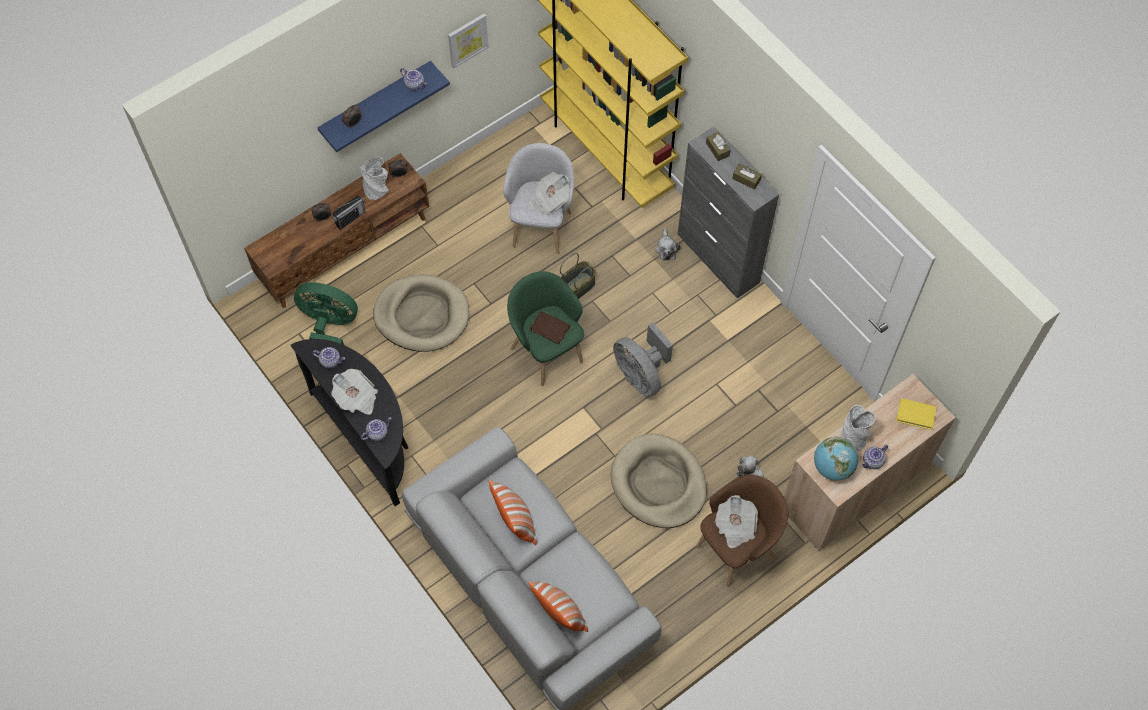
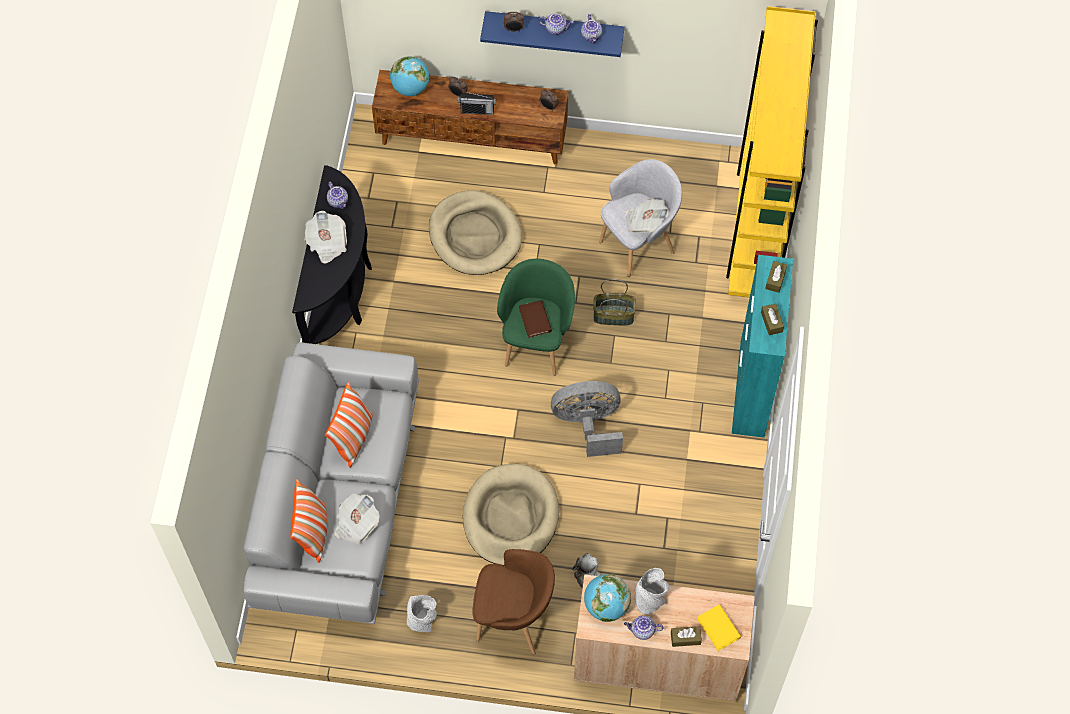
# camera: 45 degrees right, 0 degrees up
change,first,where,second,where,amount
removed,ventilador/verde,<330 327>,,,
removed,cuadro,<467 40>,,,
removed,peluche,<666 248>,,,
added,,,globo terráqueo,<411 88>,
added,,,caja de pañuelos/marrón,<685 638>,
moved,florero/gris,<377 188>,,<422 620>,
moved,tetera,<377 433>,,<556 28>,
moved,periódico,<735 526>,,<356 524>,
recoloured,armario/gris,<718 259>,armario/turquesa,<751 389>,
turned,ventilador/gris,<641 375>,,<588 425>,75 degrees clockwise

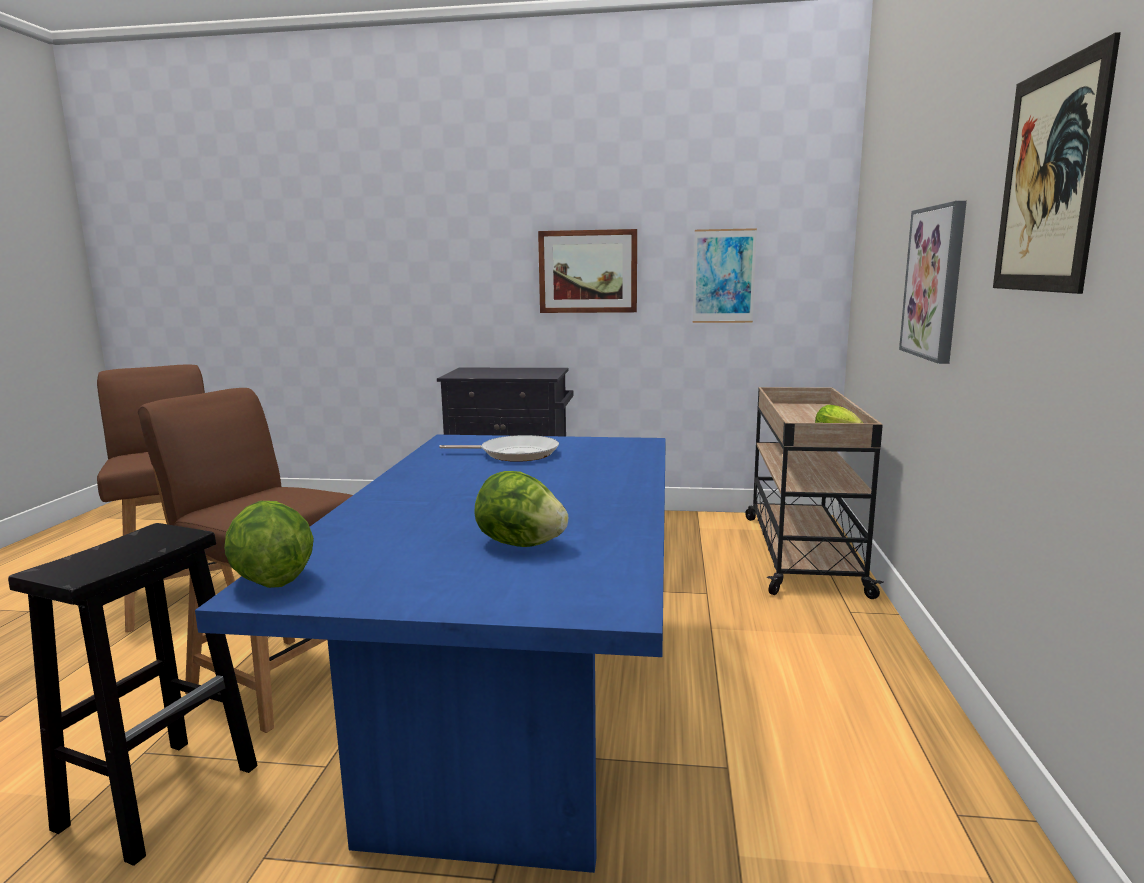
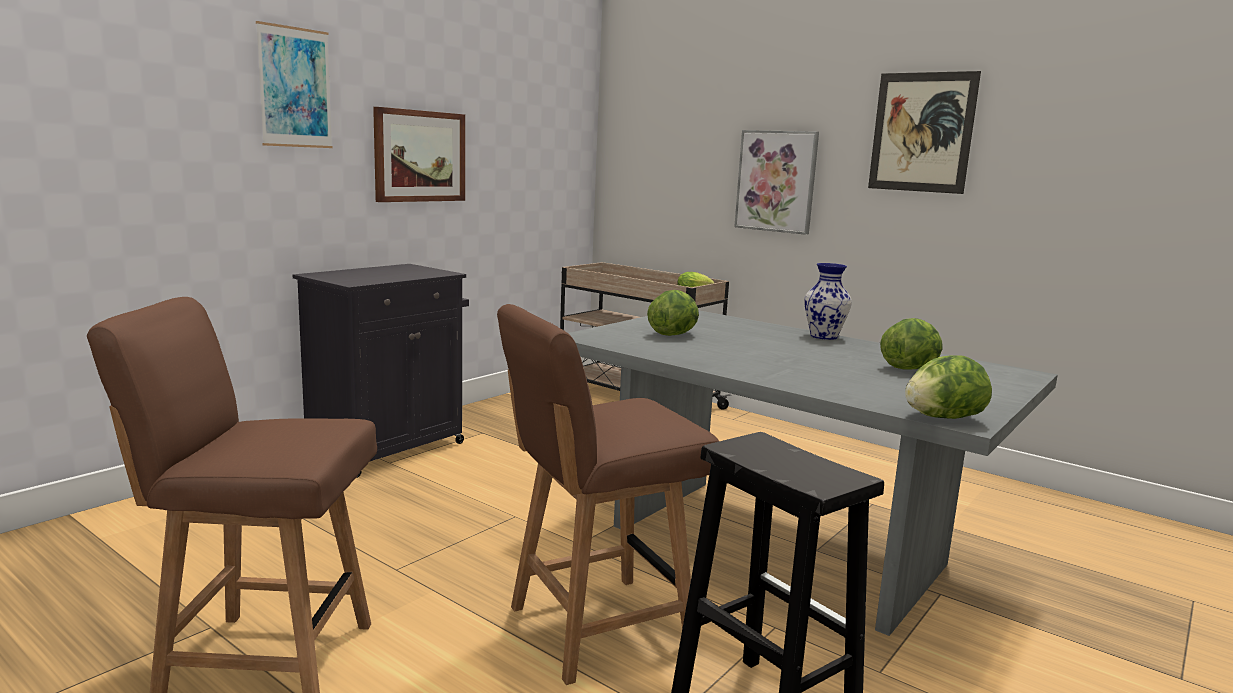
# camera: 60 degrees left, 0 degrees up
change,first,where,second,where,amount
added,,,florero,<824 336>,
moved,cuadro,<723 276>,,<295 87>,
replaced,sartén,<514 454>,lechuga,<673 334>,
recoloured,mesa de comedor/azul,<513 722>,mesa de comedor/gris,<773 545>,

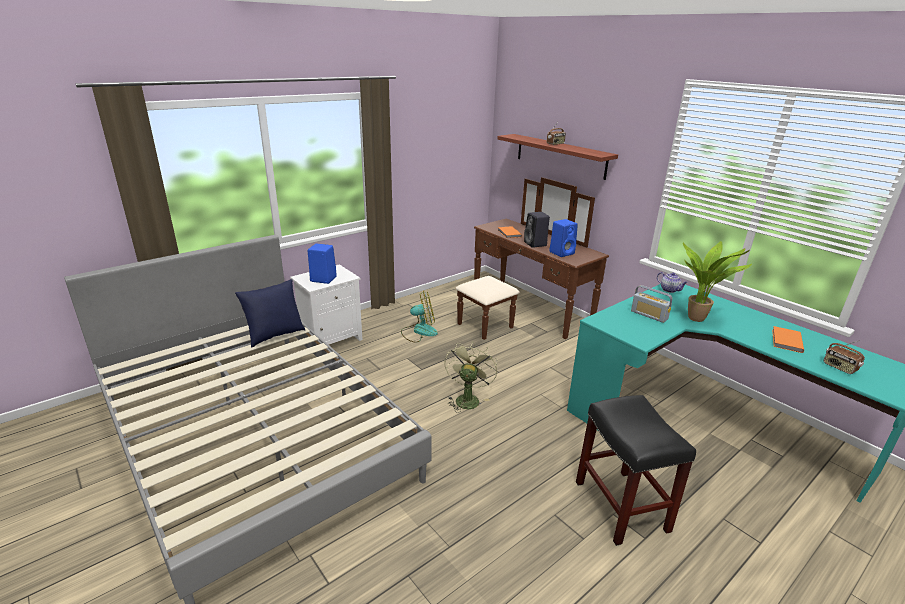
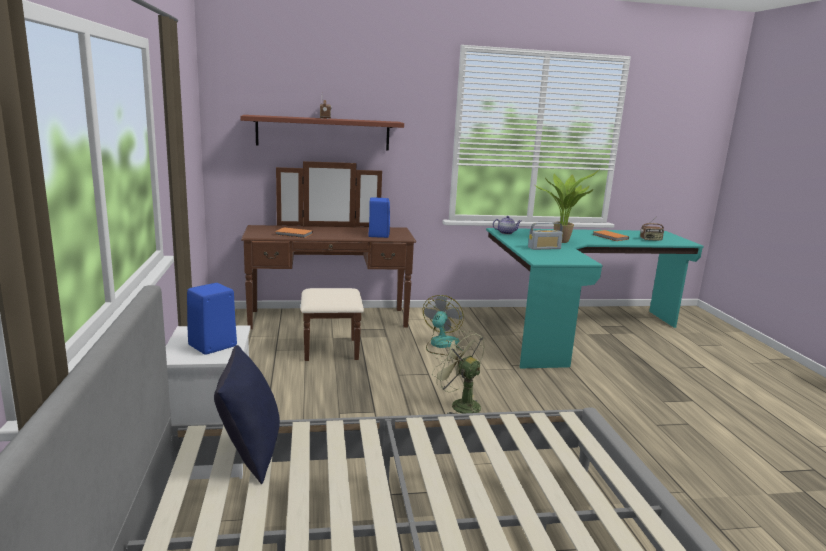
# camera: 60 degrees left, 10 degrees down
change,first,where,second,where,amount
removed,altavoz/negro,<535 244>,,,
removed,taburete/negro,<620 505>,,,
moved,ventilador,<419 331>,,<442 345>,

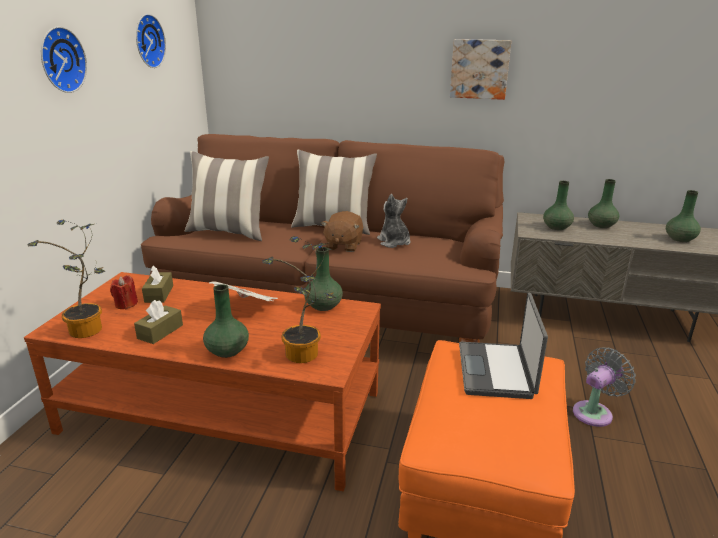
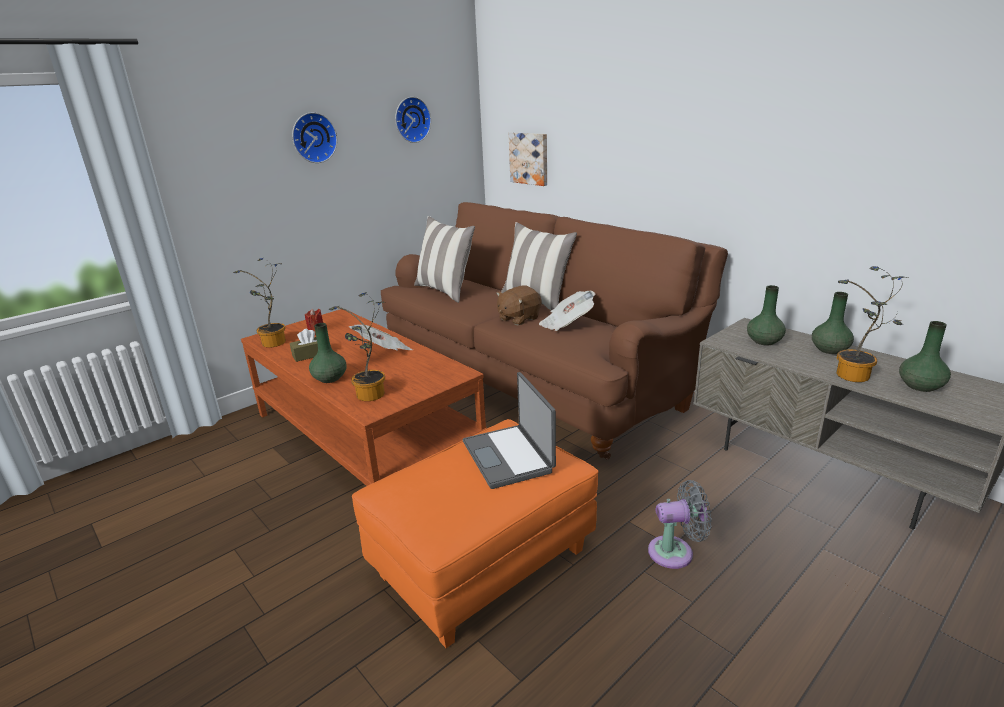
# camera: 35 degrees right, 0 degrees up
change,first,where,second,where,amount
removed,caja de pañuelos/marrón,<159 294>,,,
removed,florero/verde,<324 306>,,,
added,,,planta en maceta,<855 378>,
moved,cuadro,<479 69>,,<529 158>,
replaced,peluche,<394 242>,periódico,<566 324>,
turned,portátil,<497 371>,,<509 456>,60 degrees counterclockwise

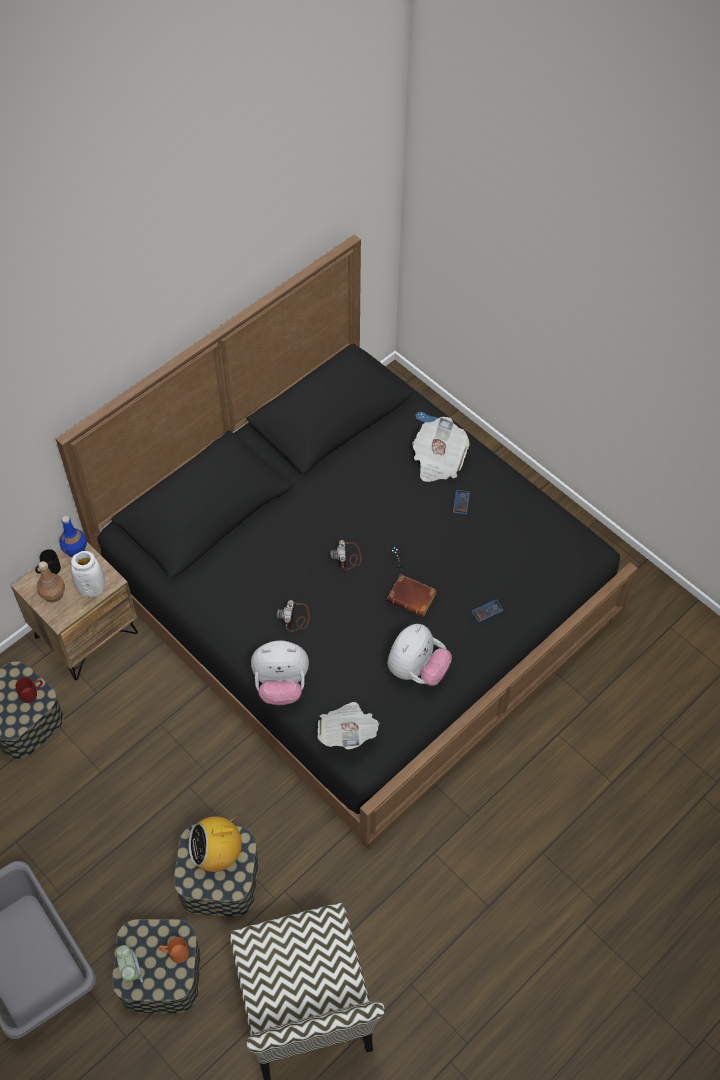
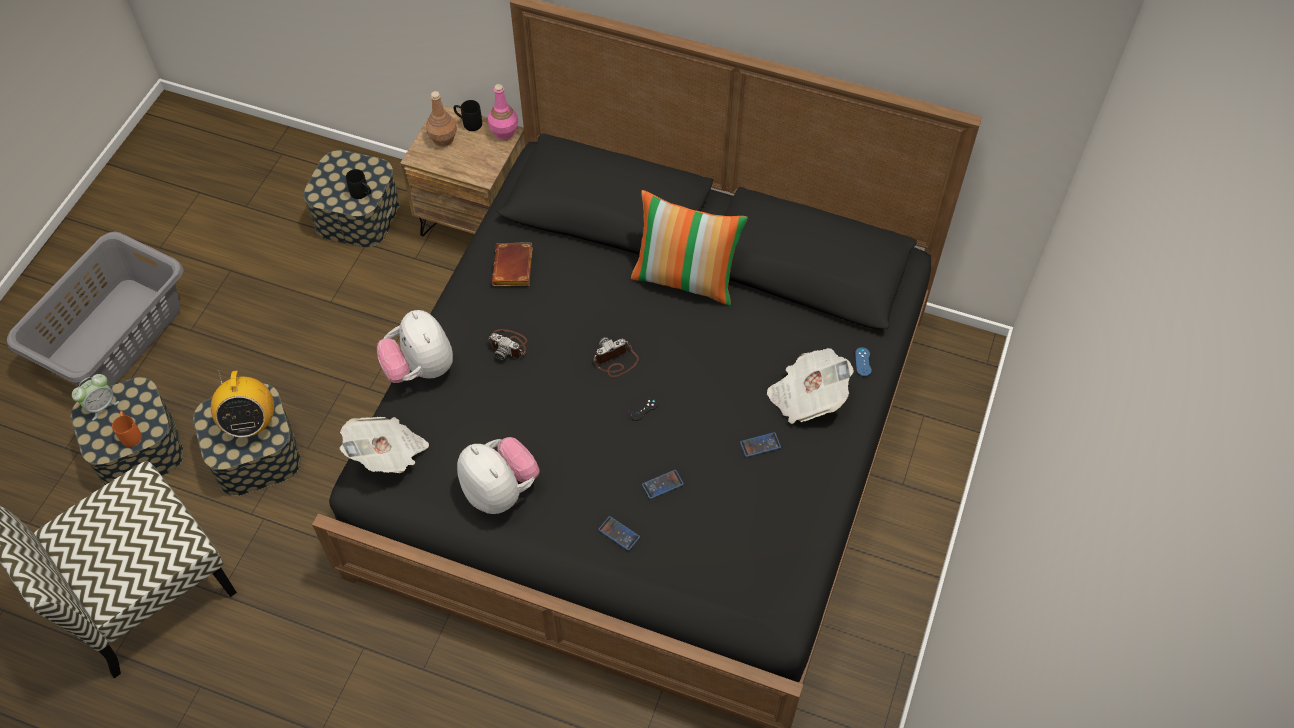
# camera: 65 degrees right, 0 degrees up
change,first,where,second,where,amount
removed,florero/blanco,<91 589>,,,
added,,,cojín,<686 279>,
added,,,móvil,<662 484>,
moved,libro/marrón,<413 597>,,<514 269>,
recoloured,taza grande/rojo,<32 693>,taza grande/negro,<362 194>,
recoloured,botella/azul,<75 550>,botella/rosa,<504 132>,
turned,radio,<217 854>,,<250 423>,150 degrees counterclockwise
turned,cámara,<295 618>,,<509 345>,135 degrees counterclockwise
turned,peluche,<417 670>,,<500 490>,135 degrees counterclockwise

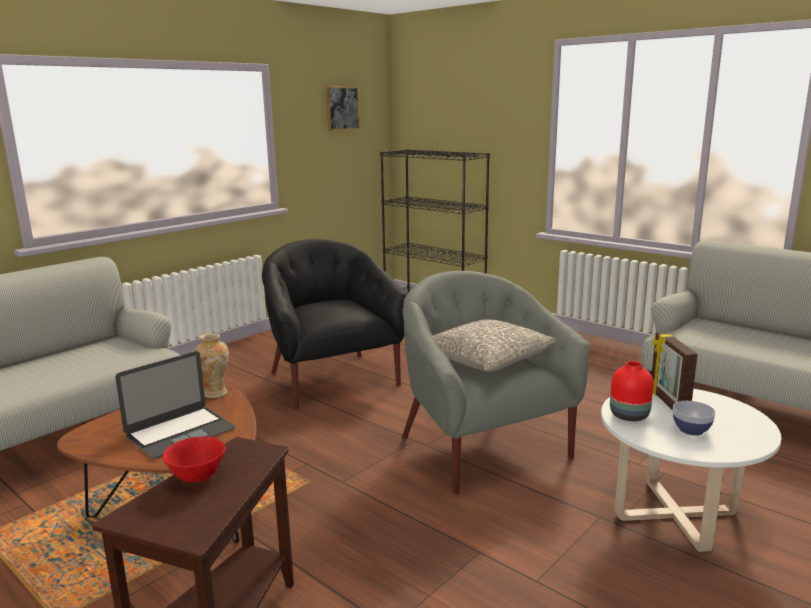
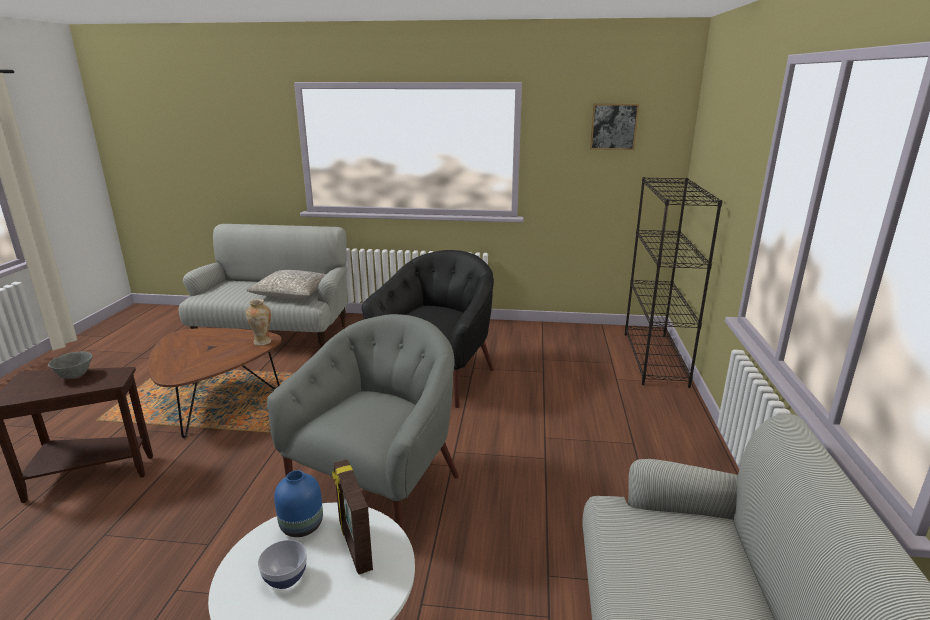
# camera: 55 degrees right, 5 degrees up
change,first,where,second,where,amount
removed,portátil,<180 432>,,,
moved,cojín/gris,<486 359>,,<293 293>,
recoloured,cuenco/rojo,<197 477>,cuenco/gris,<75 375>,
recoloured,florero/rojo,<629 416>,florero/azul,<300 526>,
turned,portarretratos,<667 402>,,<354 546>,75 degrees counterclockwise

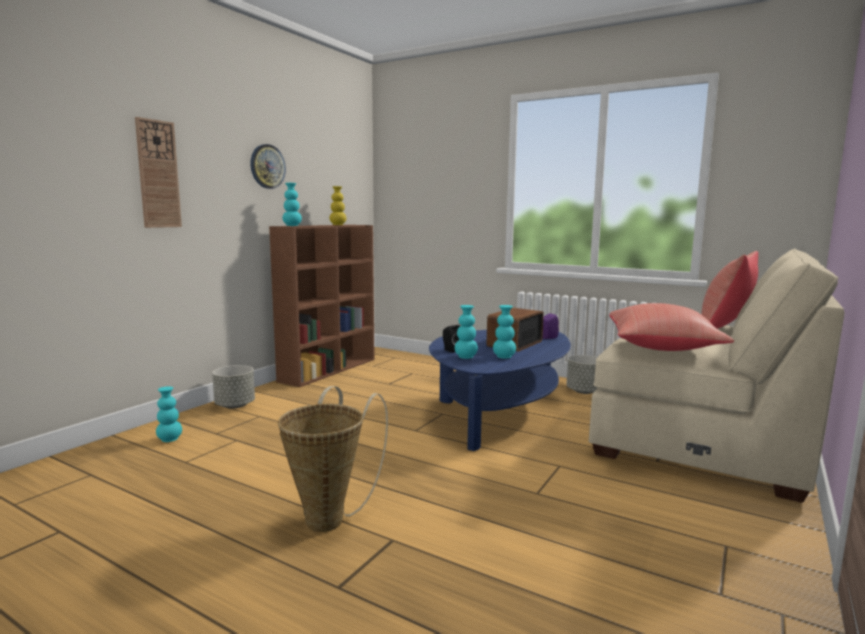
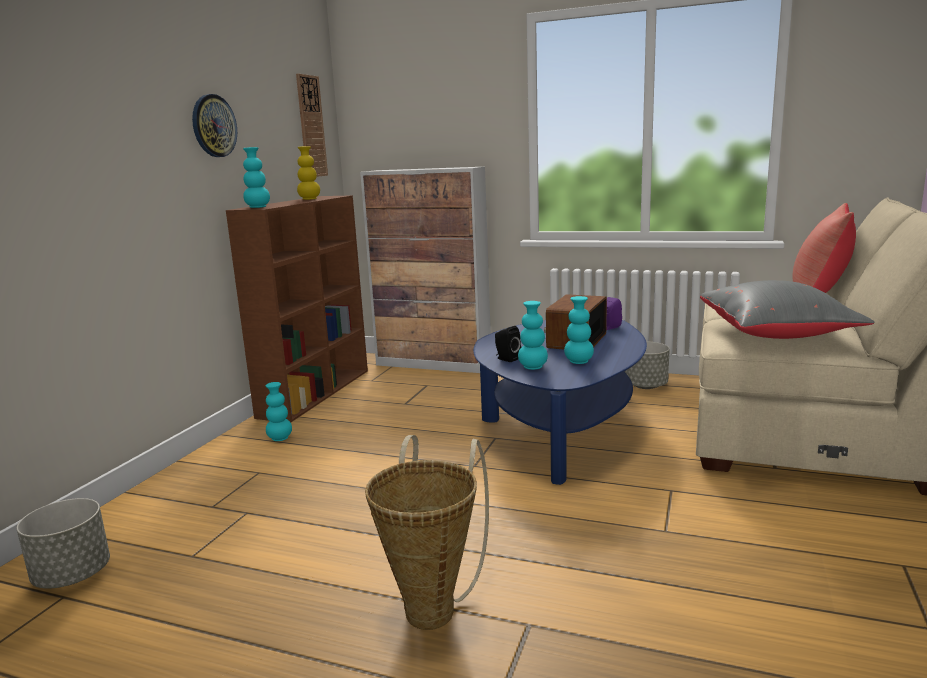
# camera: 10 degrees left, 5 degrees up
change,first,where,second,where,amount
added,,,armario,<434 364>,
moved,reloj de pared,<158 174>,,<311 126>,
moved,florero/turquesa,<170 439>,,<280 438>,
moved,maceta/gris,<235 405>,,<73 575>,
recoloured,cojín/rojo,<662 348>,cojín/gris,<776 334>,

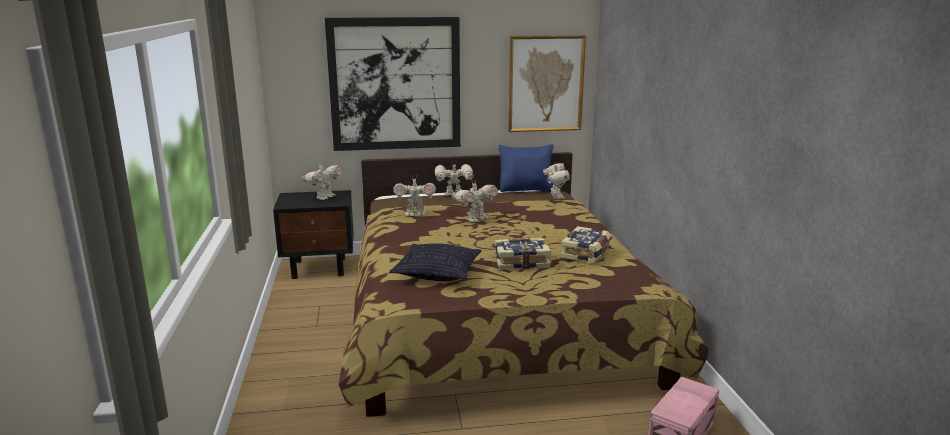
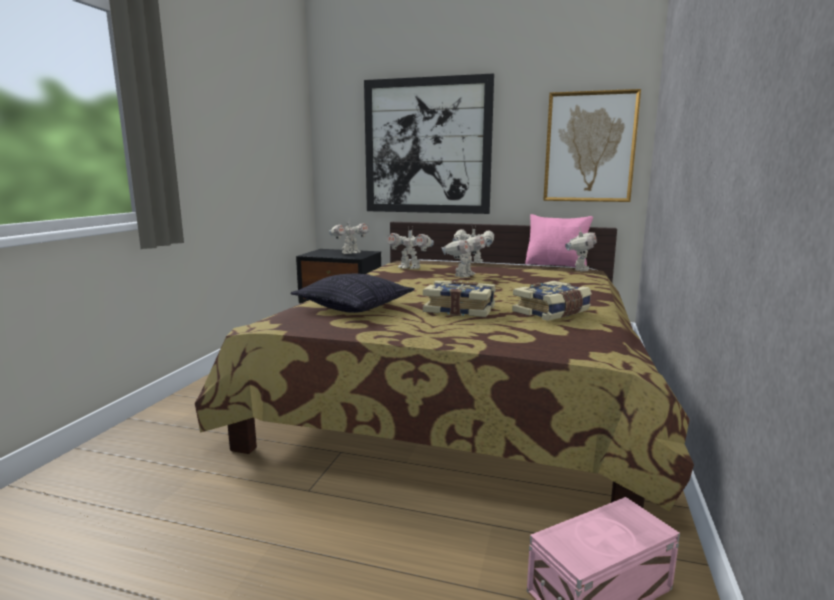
# camera: 25 degrees right, 5 degrees down
change,first,where,second,where,amount
recoloured,cojín/azul,<526 190>,cojín/rosa,<556 265>,
turned,robot de juguete,<475 219>,,<463 276>,45 degrees counterclockwise

